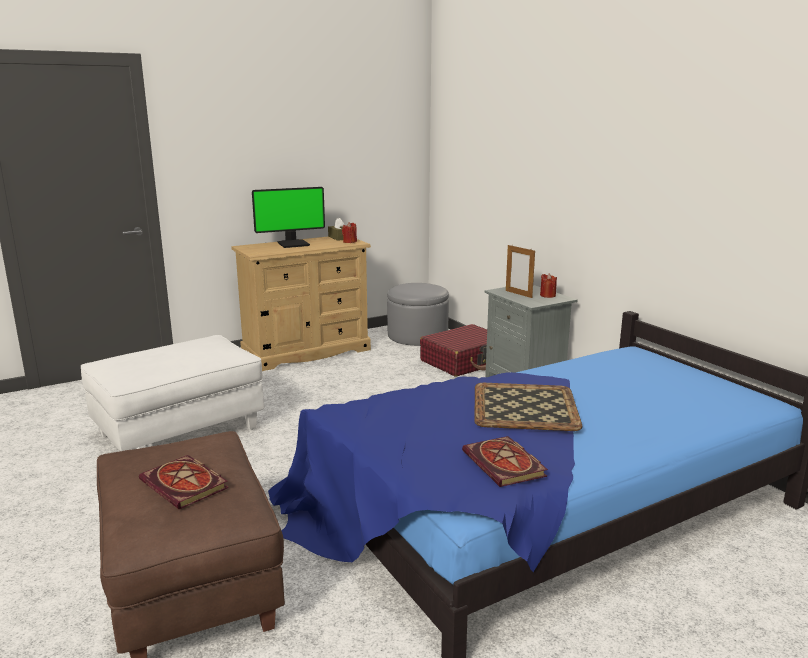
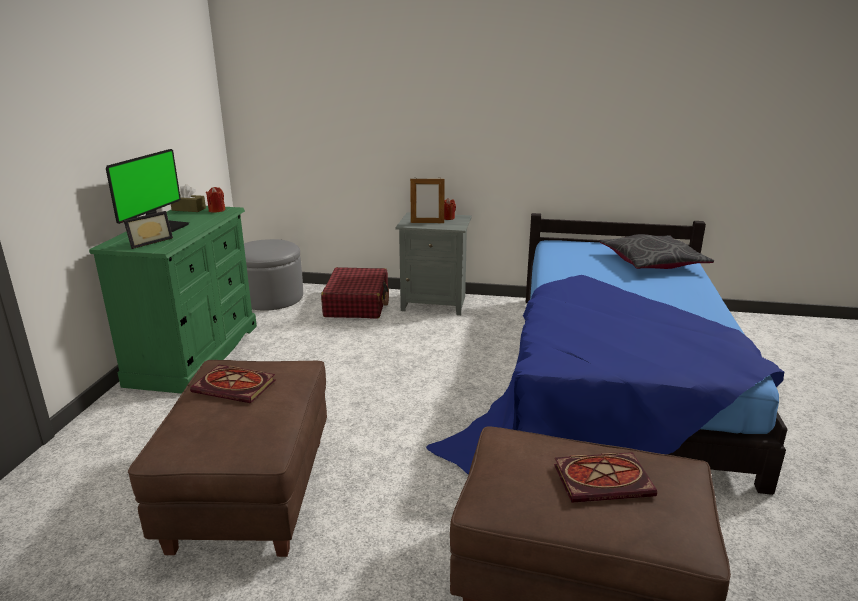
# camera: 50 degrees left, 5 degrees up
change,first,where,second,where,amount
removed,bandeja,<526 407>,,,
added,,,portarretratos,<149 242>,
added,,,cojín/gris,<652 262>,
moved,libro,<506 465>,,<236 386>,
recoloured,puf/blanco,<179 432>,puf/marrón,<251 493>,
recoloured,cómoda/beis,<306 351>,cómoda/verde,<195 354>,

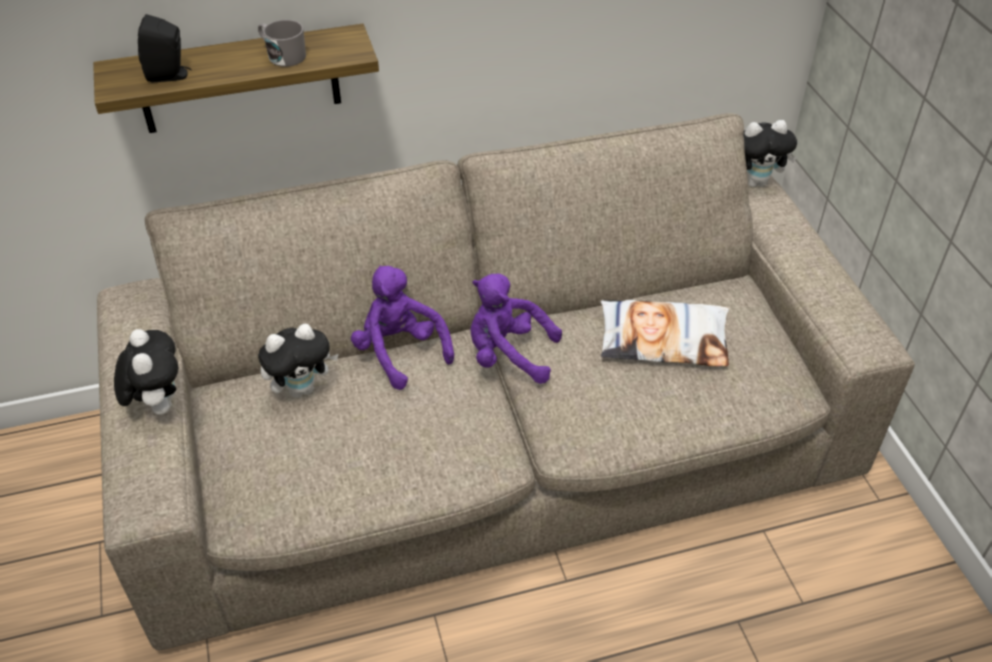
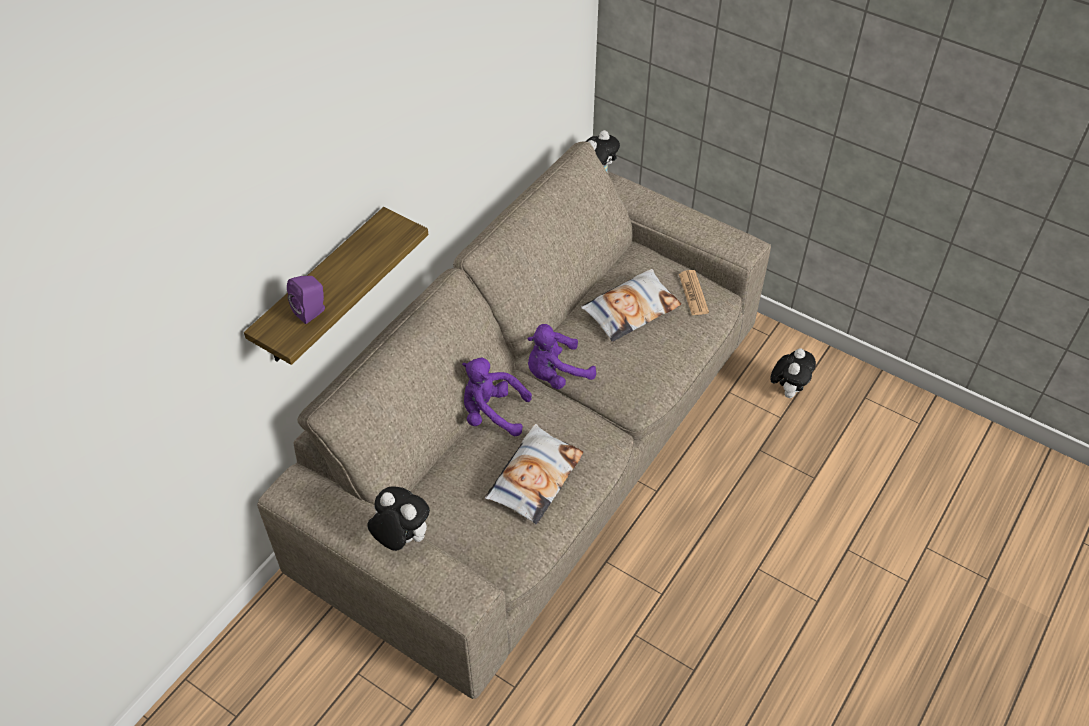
# camera: 40 degrees left, 5 degrees up
change,first,where,second,where,amount
removed,taza grande/gris,<283 55>,,,
added,,,cojín,<534 478>,
added,,,periódico,<693 293>,
moved,peluche,<302 388>,,<788 389>,
recoloured,altavoz/negro,<170 75>,altavoz/morado,<312 312>,

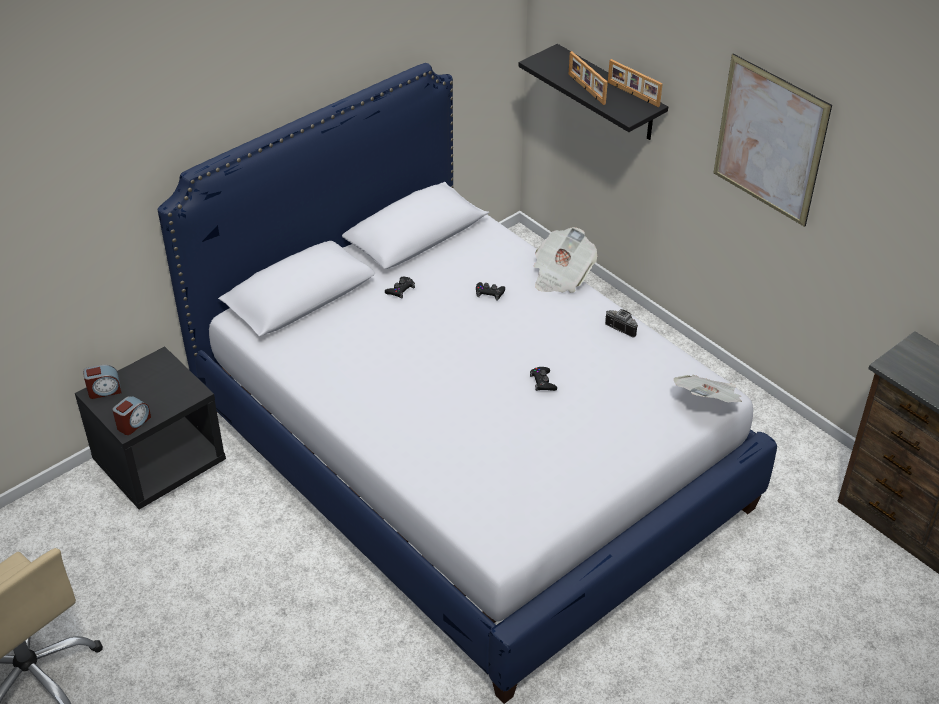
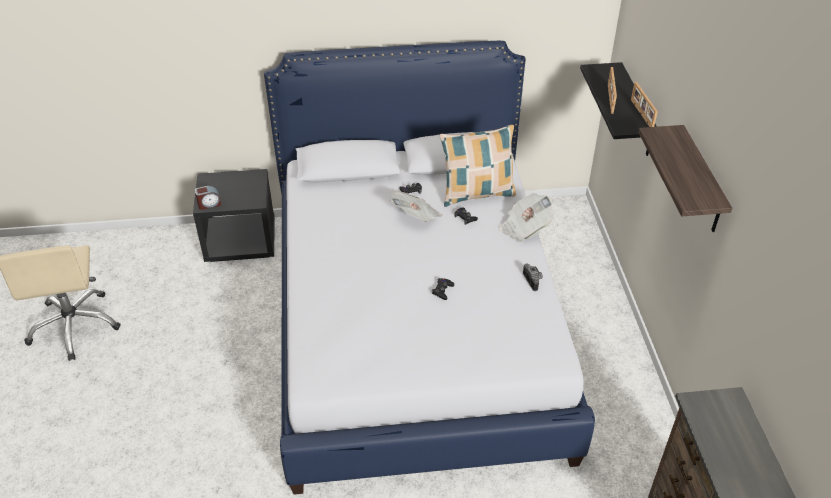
# camera: 35 degrees right, 0 degrees up
change,first,where,second,where,amount
removed,despertador,<104 390>,,,
added,,,cojín,<477 194>,
moved,periódico,<708 401>,,<416 217>,
replaced,cuadro,<769 140>,estante,<701 182>,

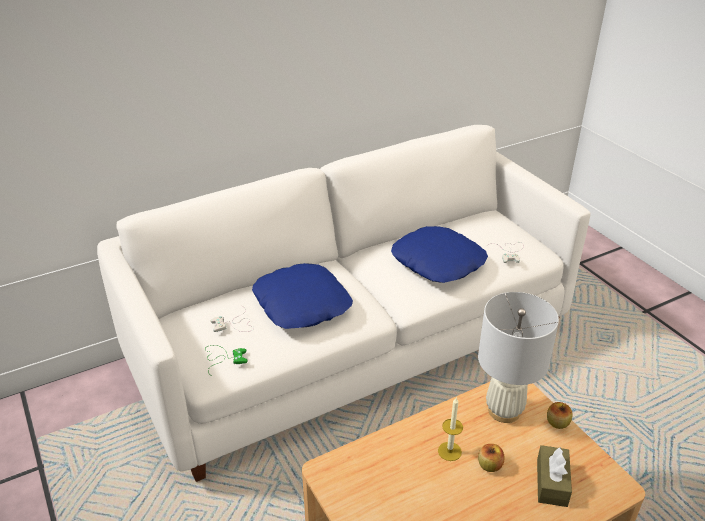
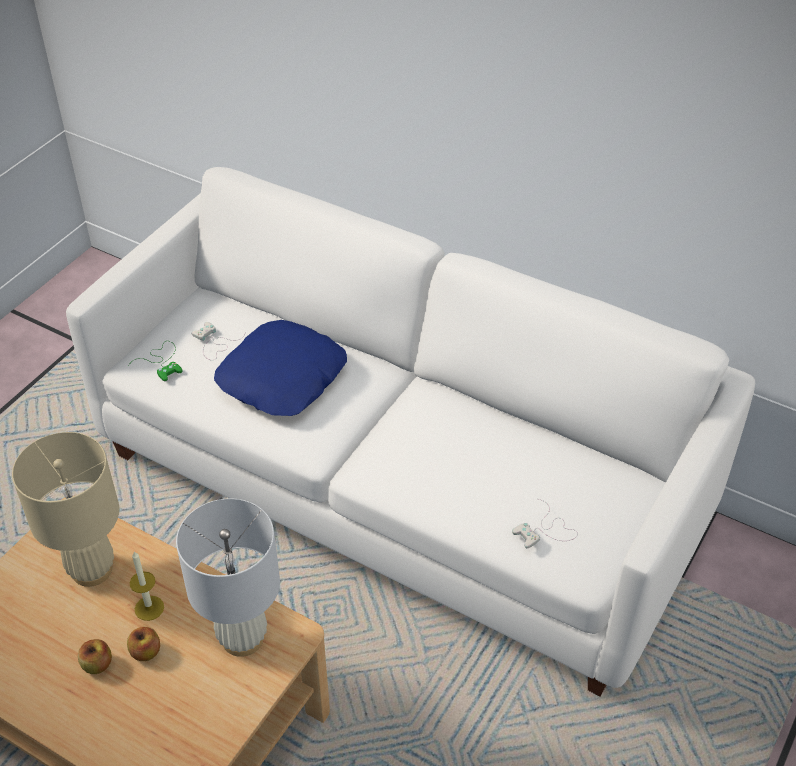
# camera: 60 degrees right, 10 degrees up
change,first,where,second,where,amount
removed,cojín/azul,<438 262>,,,
removed,caja de pañuelos/marrón,<551 482>,,,
added,,,lámpara de mesa/beis,<92 570>,
moved,manzana,<557 423>,,<97 664>,

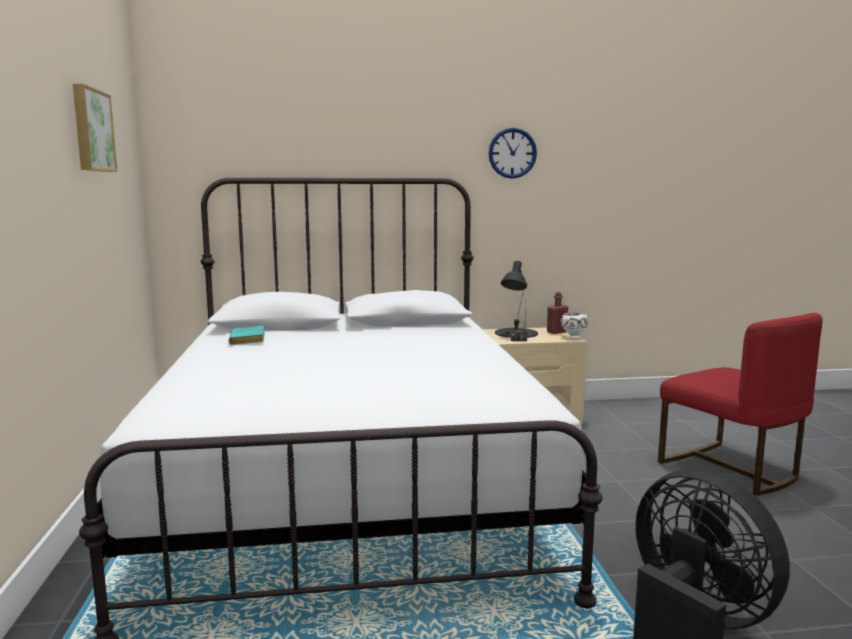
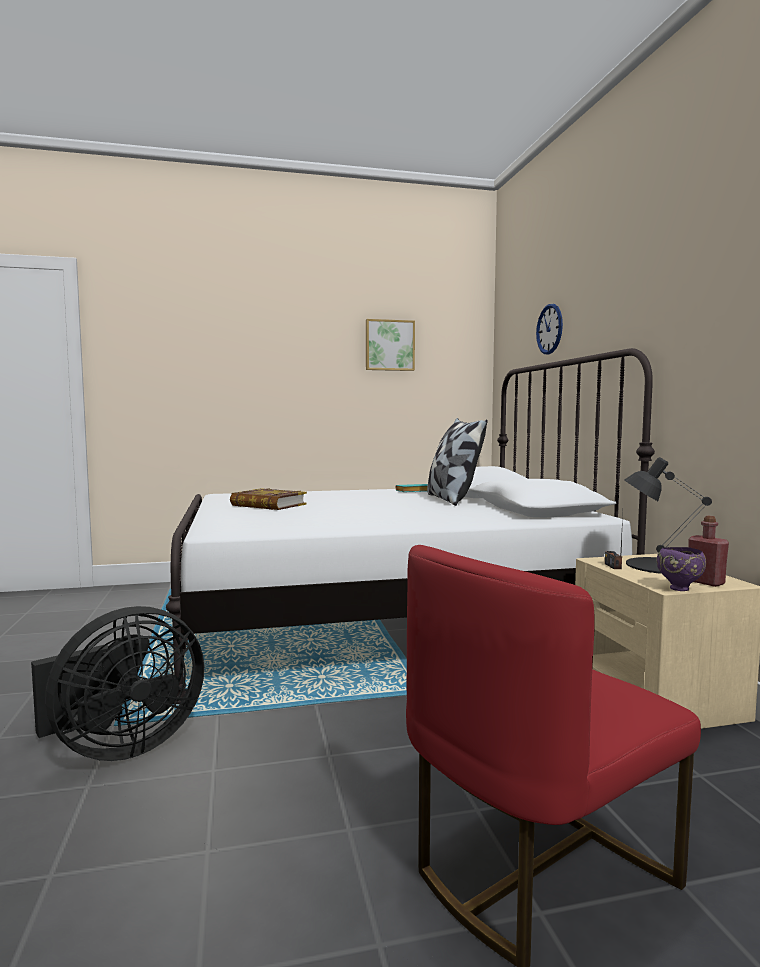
# camera: 85 degrees right, 5 degrees down
change,first,where,second,where,amount
added,,,libro,<268 505>,
added,,,cojín,<452 499>,
moved,reloj de pared,<512 153>,,<549 329>,
recoloured,cuenco/blanco,<573 337>,cuenco/morado,<679 588>,

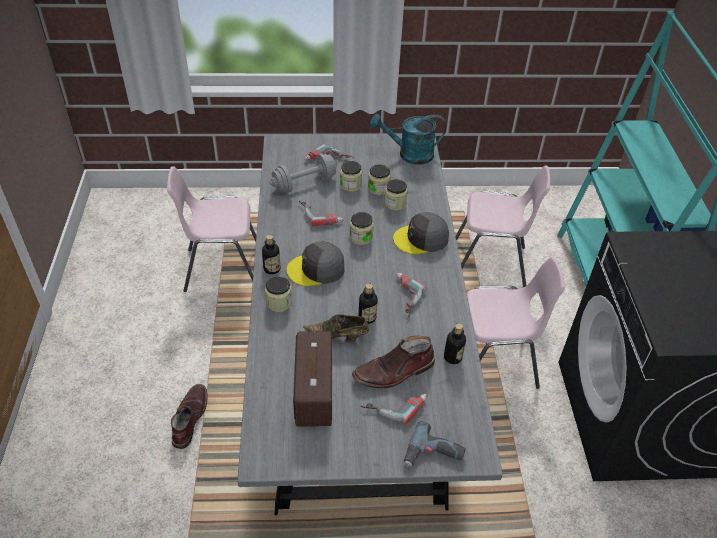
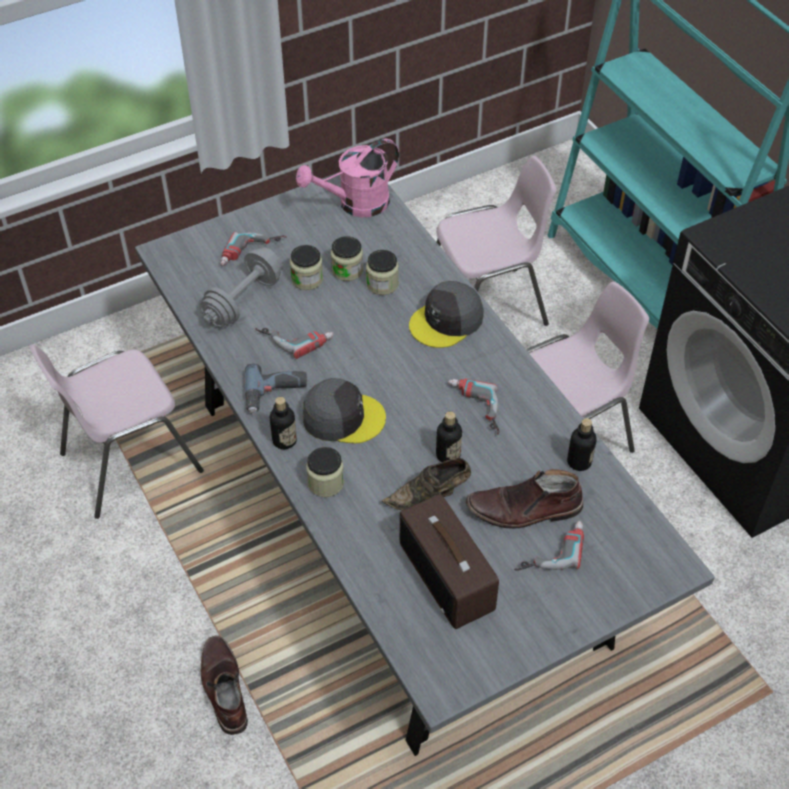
# camera: 25 degrees left, 5 degrees up
change,first,where,second,where,amount
removed,tarro,<361 237>,,,
moved,taladro,<433 456>,,<276 394>,
recoloured,regadera/turquesa,<409 154>,regadera/rosa,<355 204>,
turned,gorra/gris,<316 269>,,<343 417>,135 degrees counterclockwise
turned,bota/marrón,<394 372>,,<524 510>,45 degrees clockwise

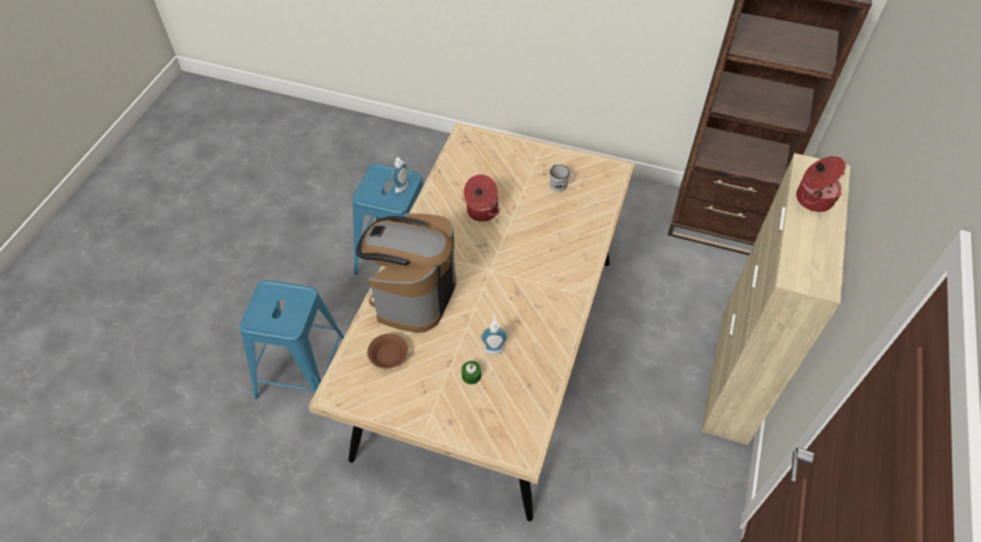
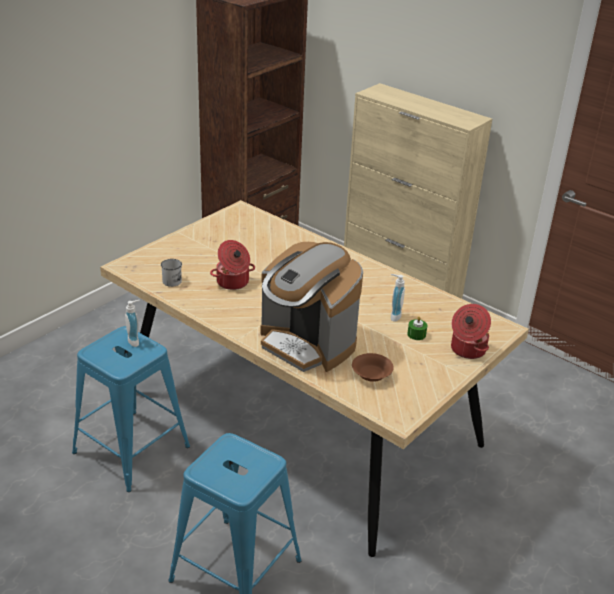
# camera: 70 degrees left, 20 degrees down
change,first,where,second,where,amount
moved,taza grande/blanco,<561 185>,,<174 280>,
moved,olla,<813 198>,,<467 349>,

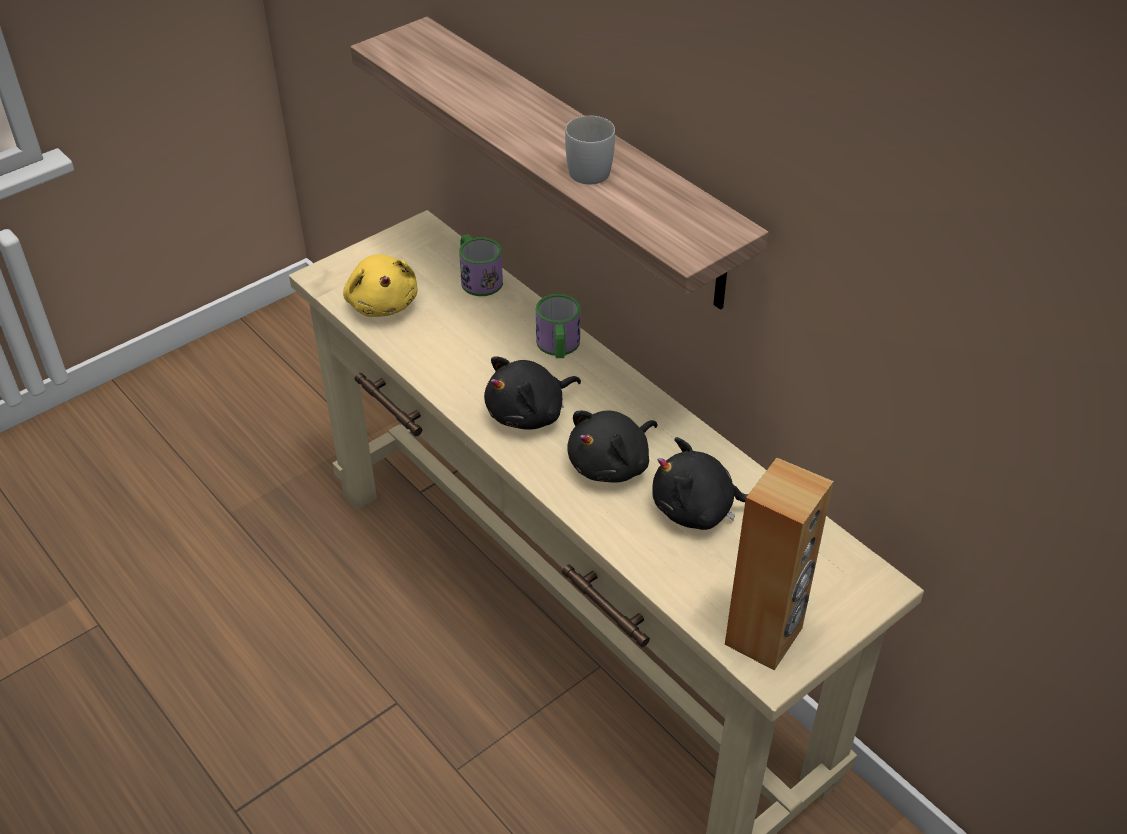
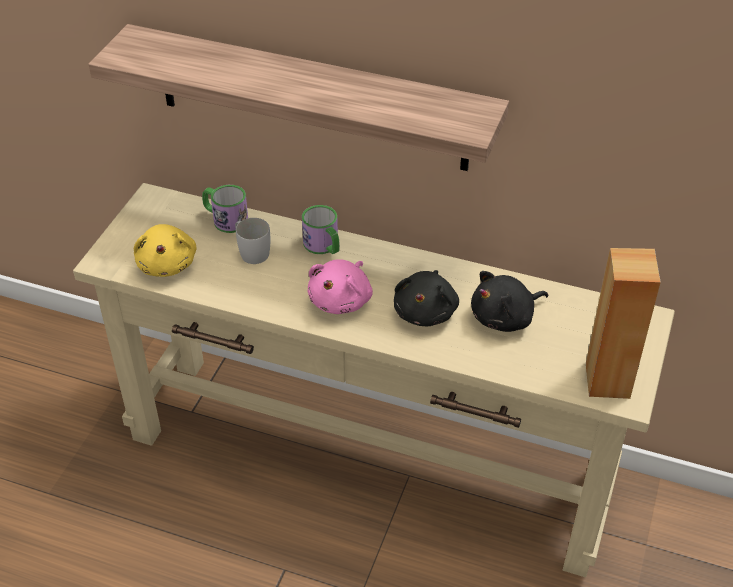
# camera: 30 degrees left, 0 degrees up
change,first,where,second,where,amount
moved,taza grande/blanco,<587 168>,,<251 251>,
recoloured,peluche/negro,<529 413>,peluche/rosa,<342 300>,
turned,peluche/amarillo,<382 303>,,<167 264>,45 degrees clockwise

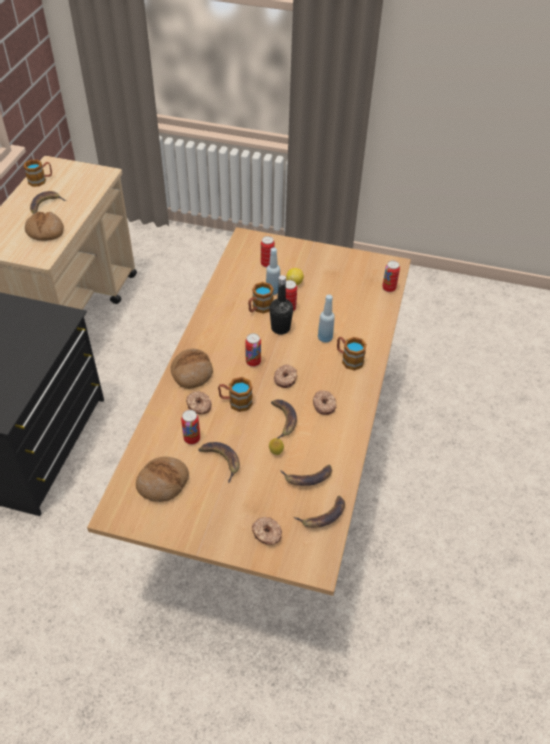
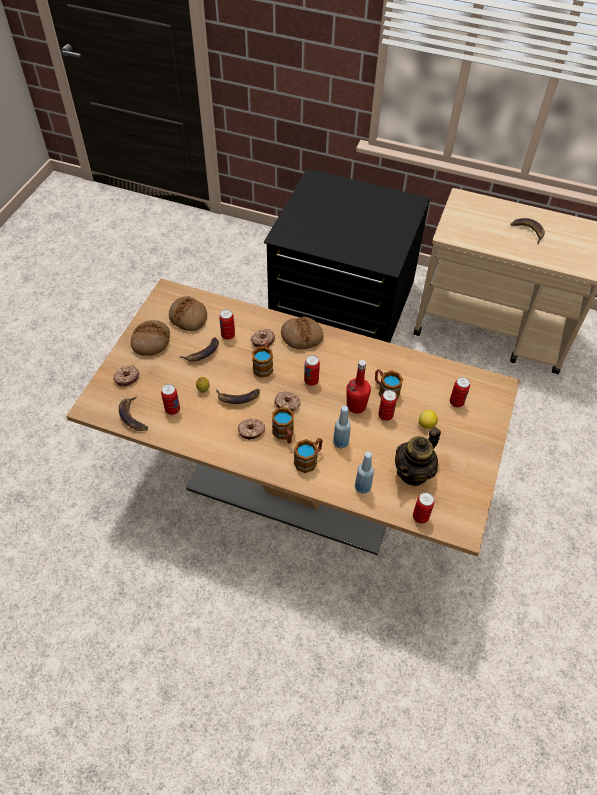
# camera: 95 degrees right, 5 degrees up
change,first,where,second,where,amount
added,,,tetera,<413 472>,
moved,taza grande,<41 180>,,<284 434>,
moved,pan,<45 232>,,<151 341>,
moved,botella/azul,<272 291>,,<362 487>,
replaced,plátano,<307 478>,lata,<172 409>,
recoloured,botella/negro,<280 328>,botella/rojo,<356 406>,

